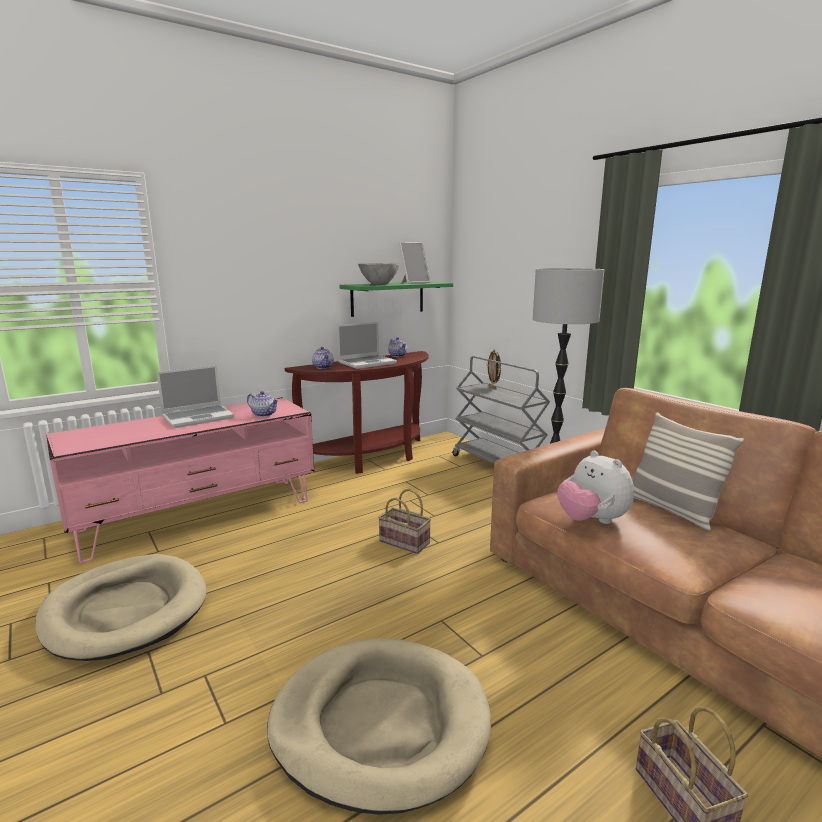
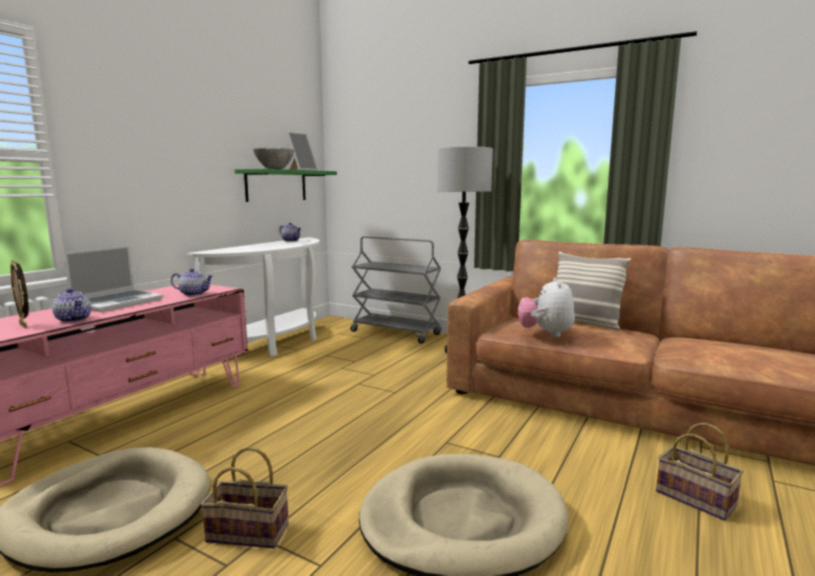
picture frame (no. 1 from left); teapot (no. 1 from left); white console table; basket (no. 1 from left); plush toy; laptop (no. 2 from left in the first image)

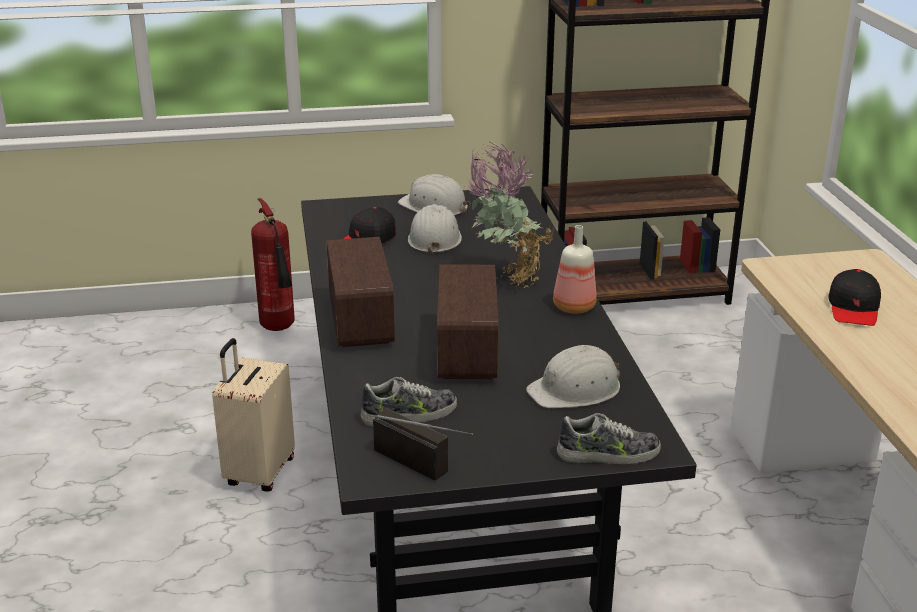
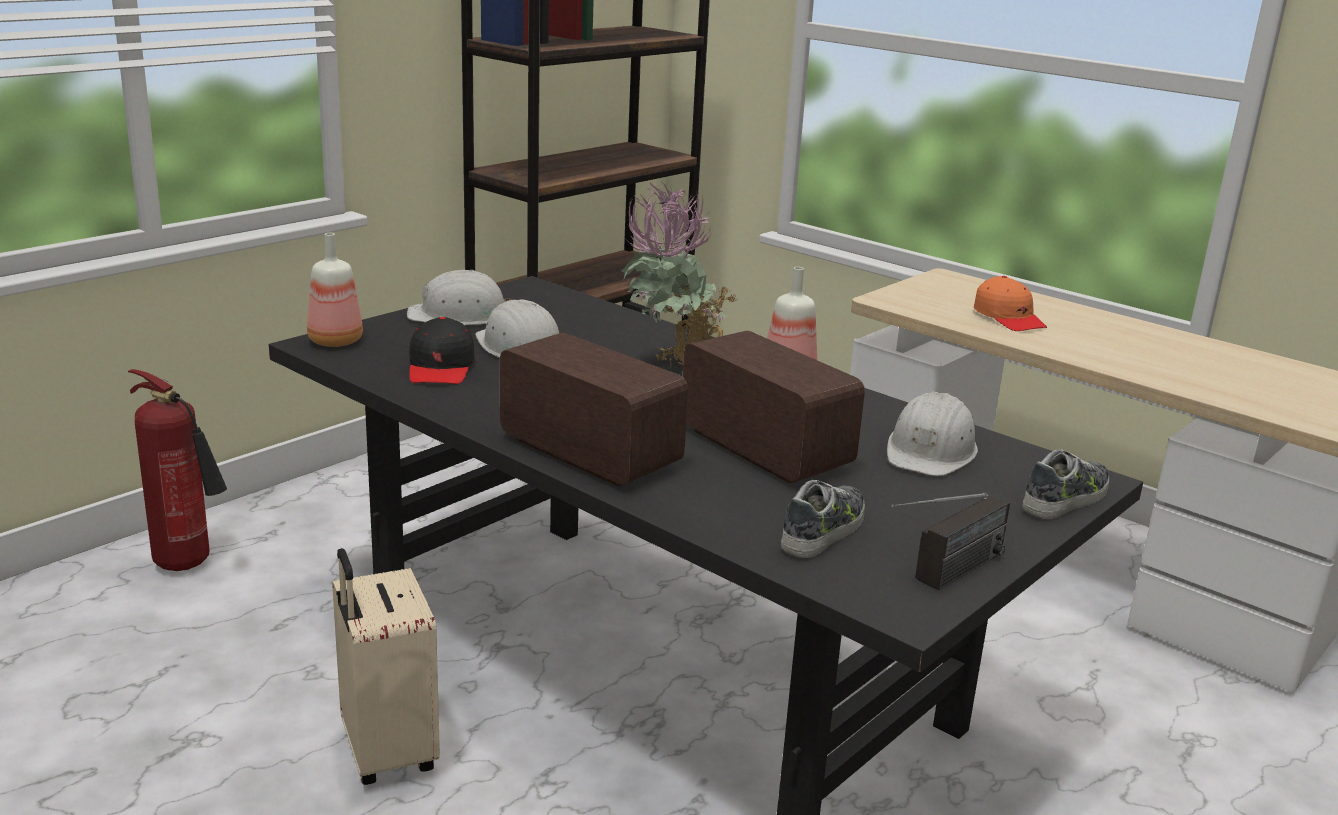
bottle (no. 1 from left); radio (no. 3 from left); orange cap

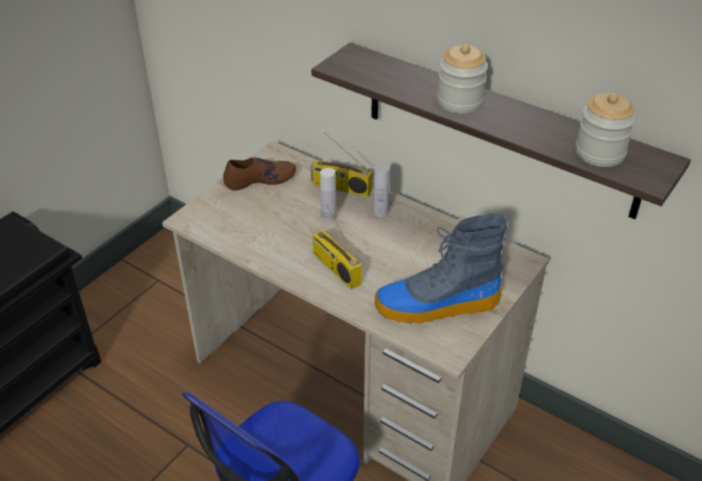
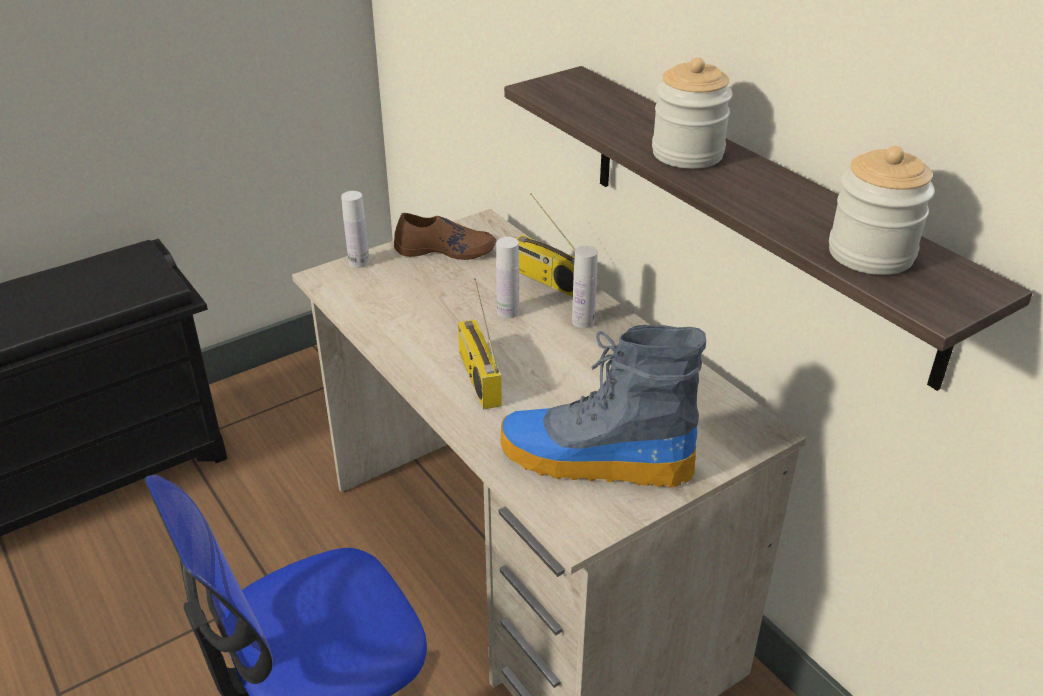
white bottle (no. 1 from left)

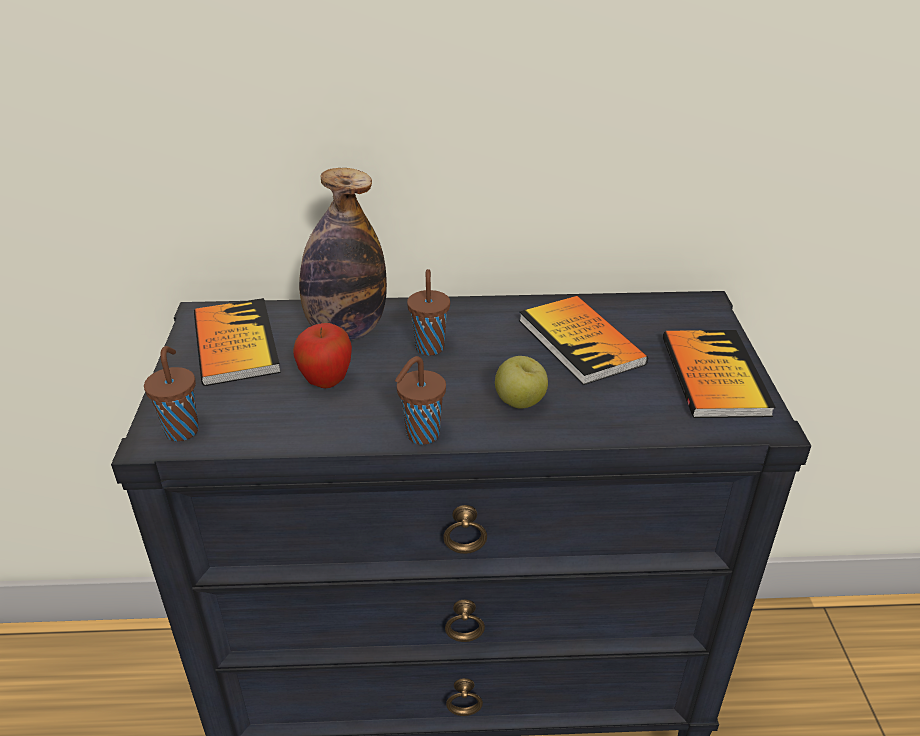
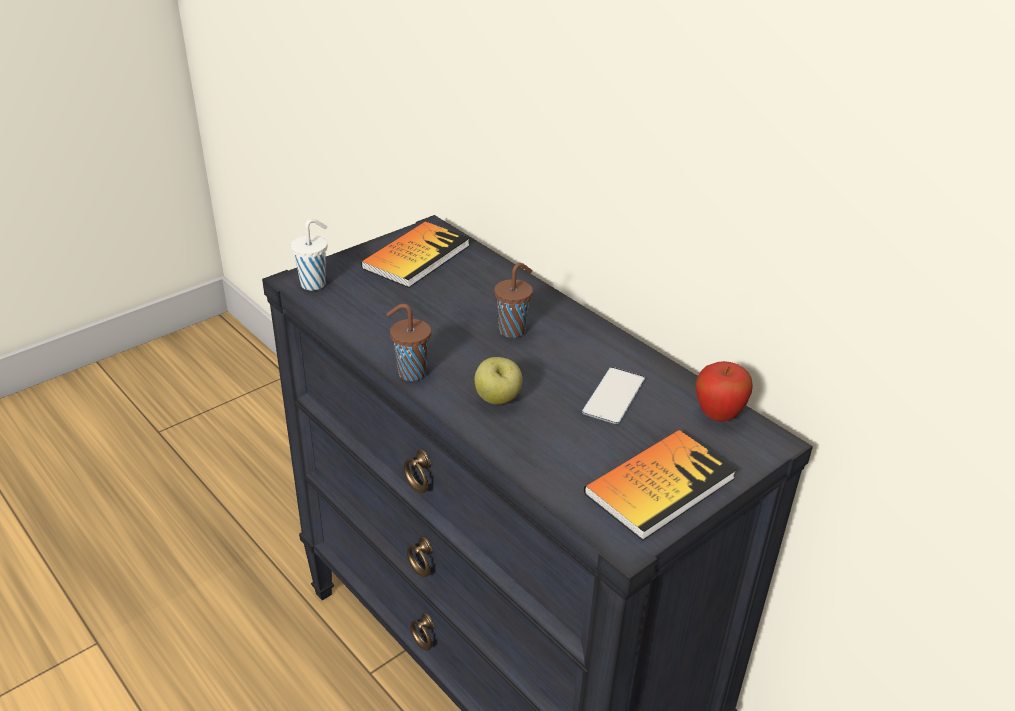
white cup; phone; apple (no. 2 from left); bottle

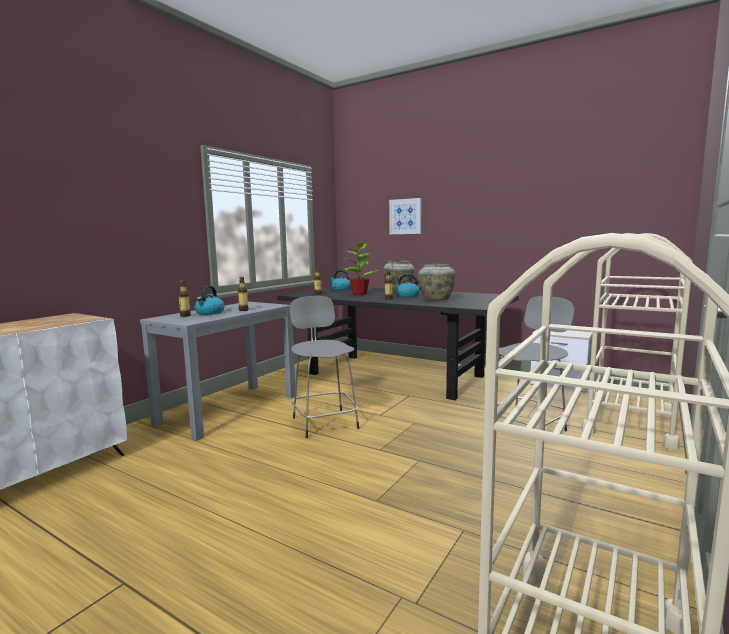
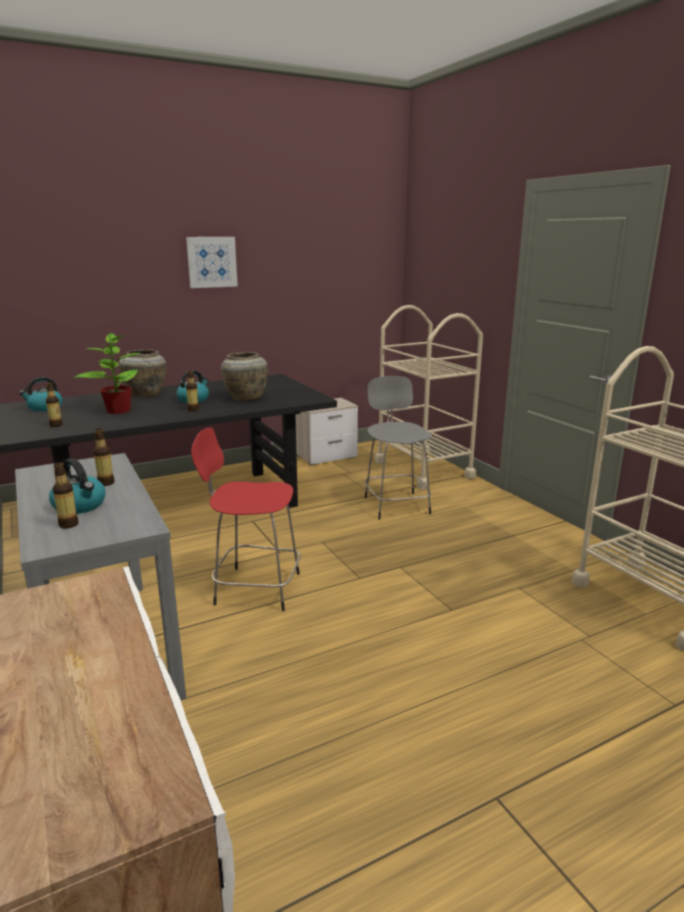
picture; red stool

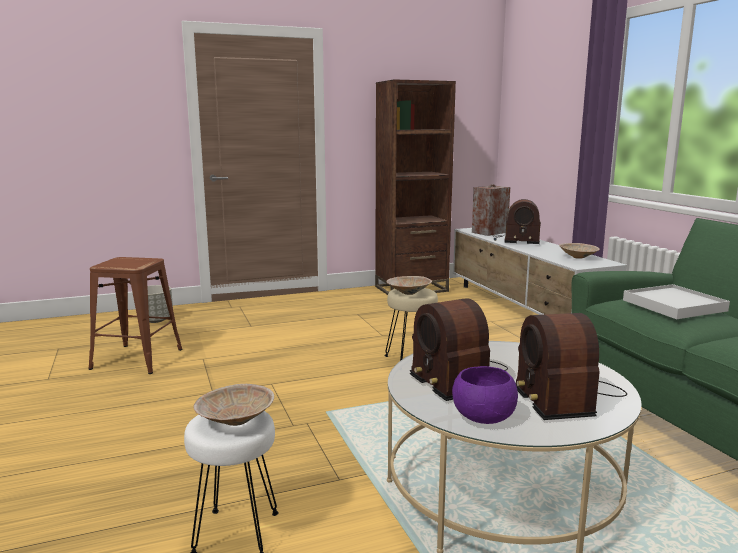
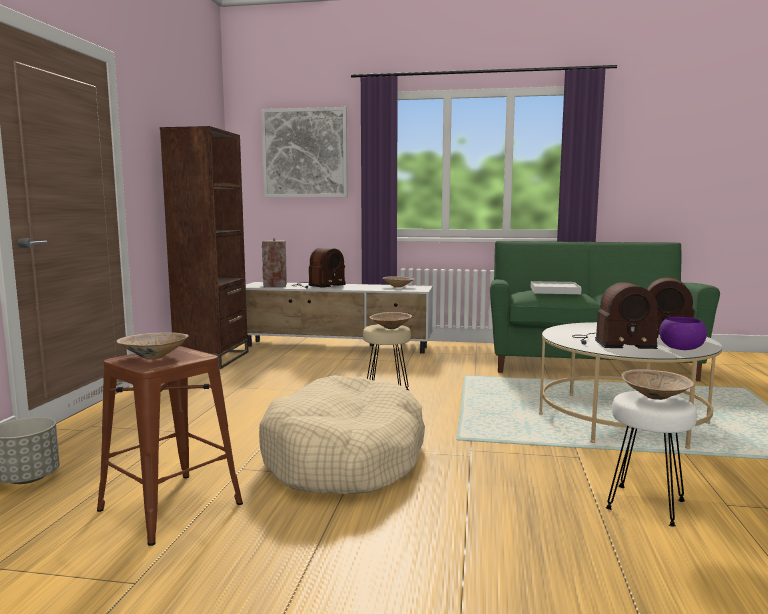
beige bowl (no. 1 from left); beige dog bed; picture

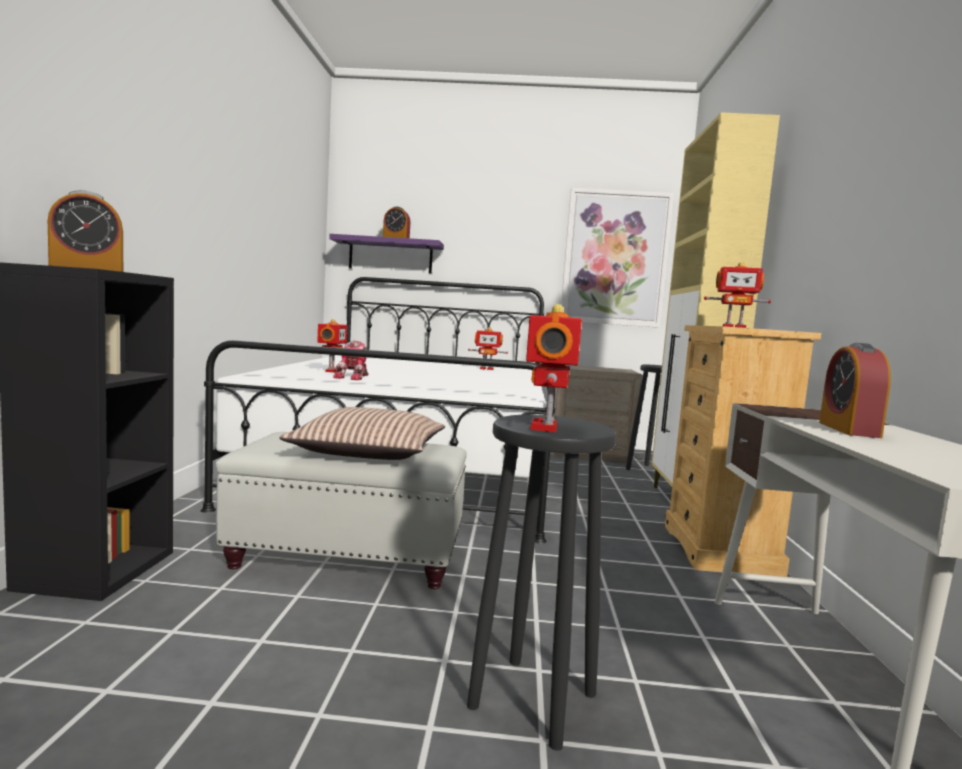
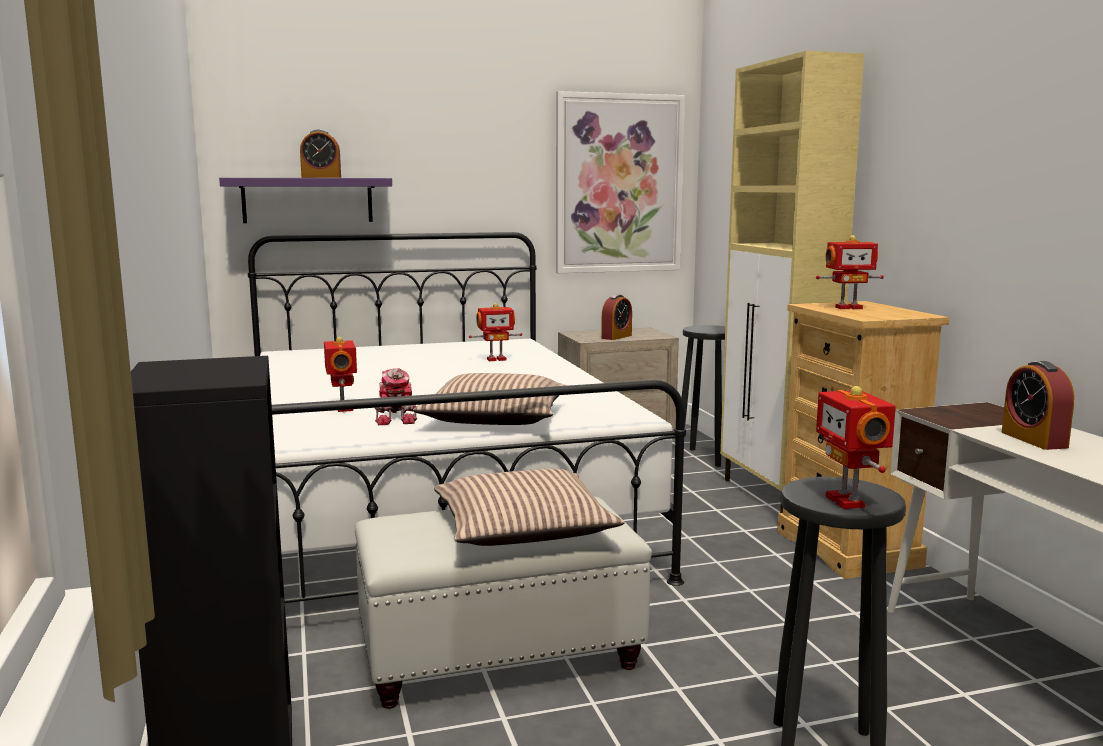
pillow (no. 1 from left); alarm clock (no. 2 from left)

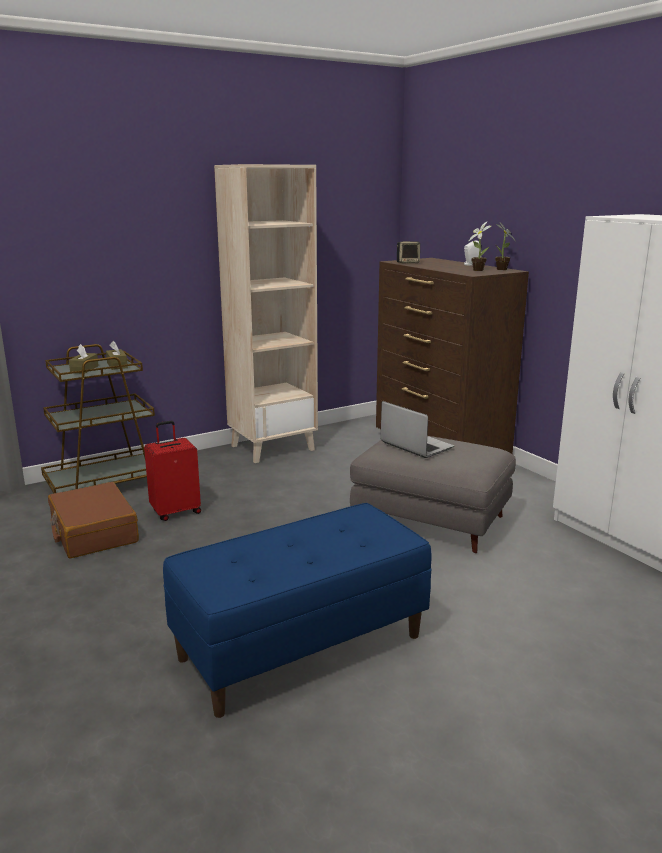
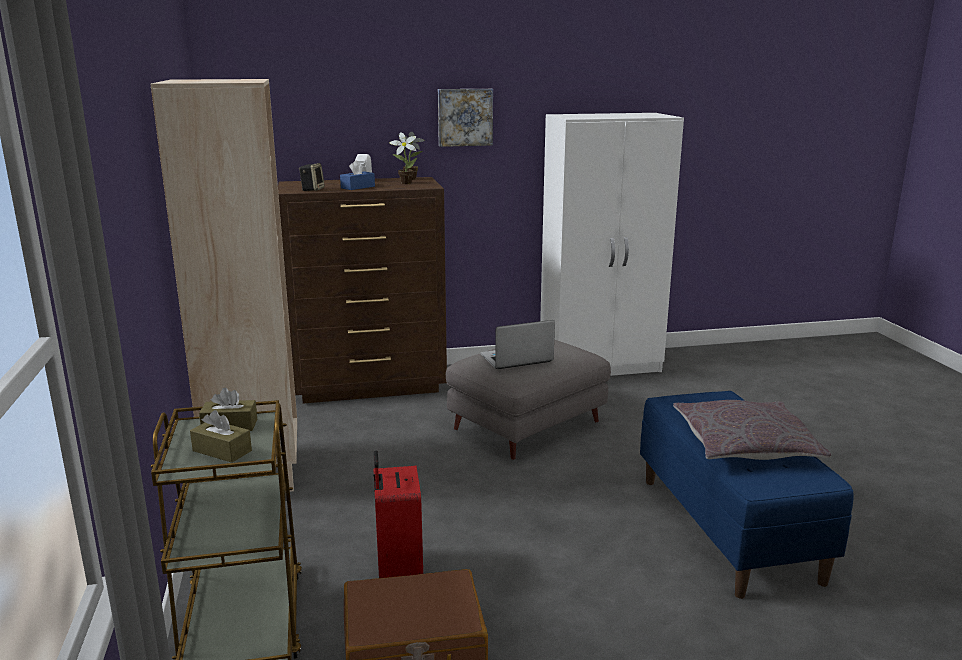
blue tissue box; picture; grey pillow

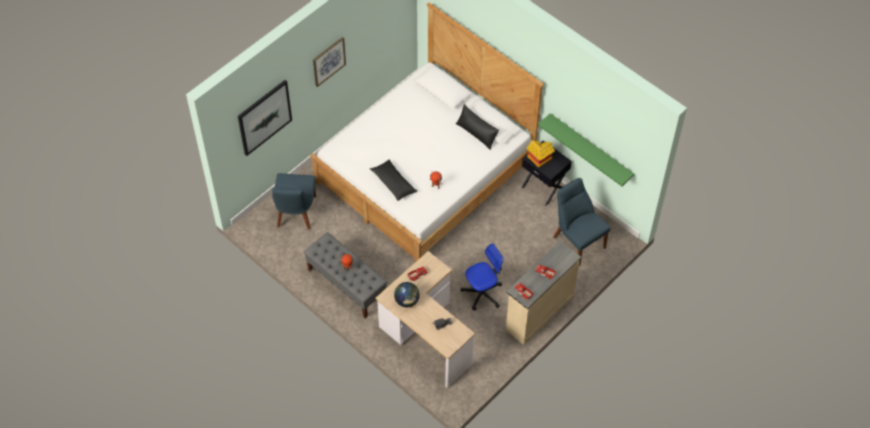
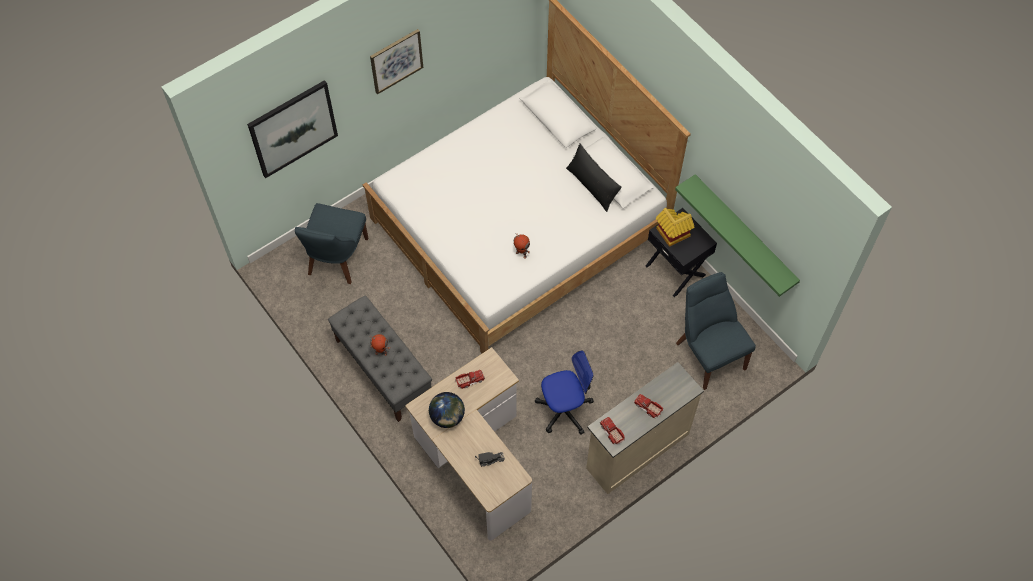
black pillow (no. 1 from left in the first image)

